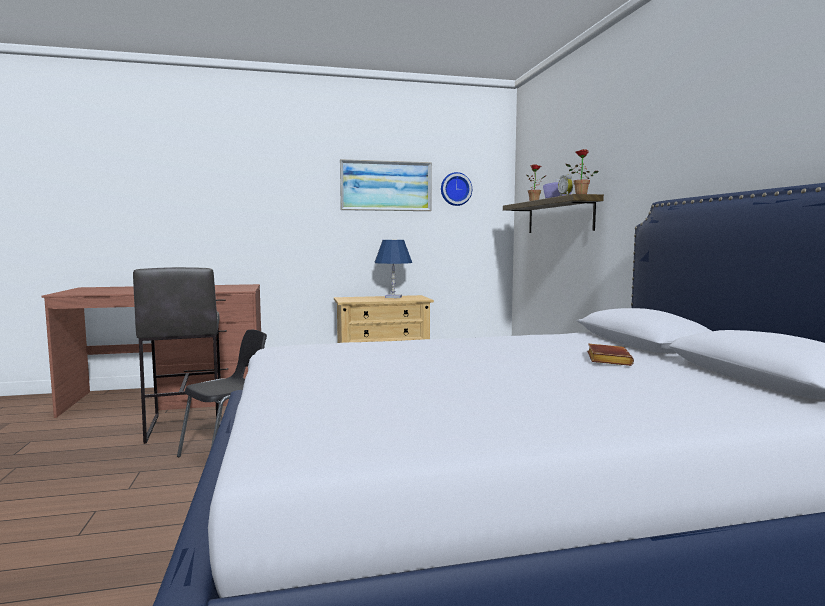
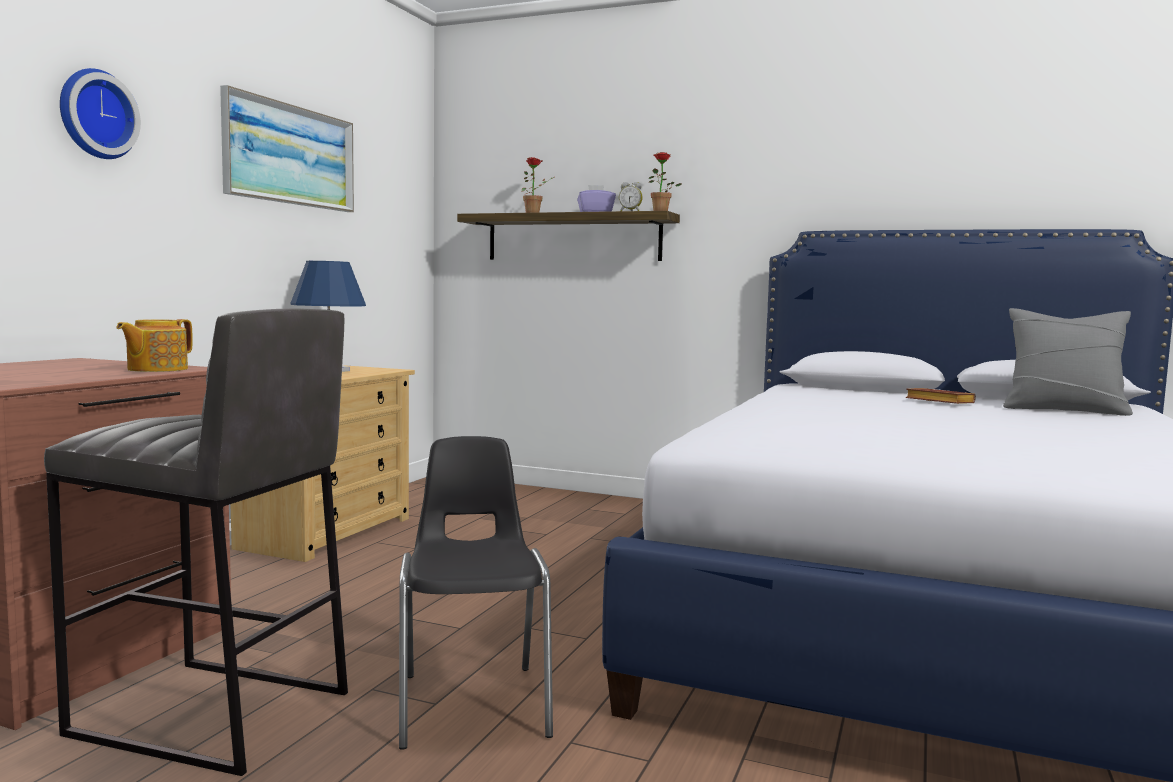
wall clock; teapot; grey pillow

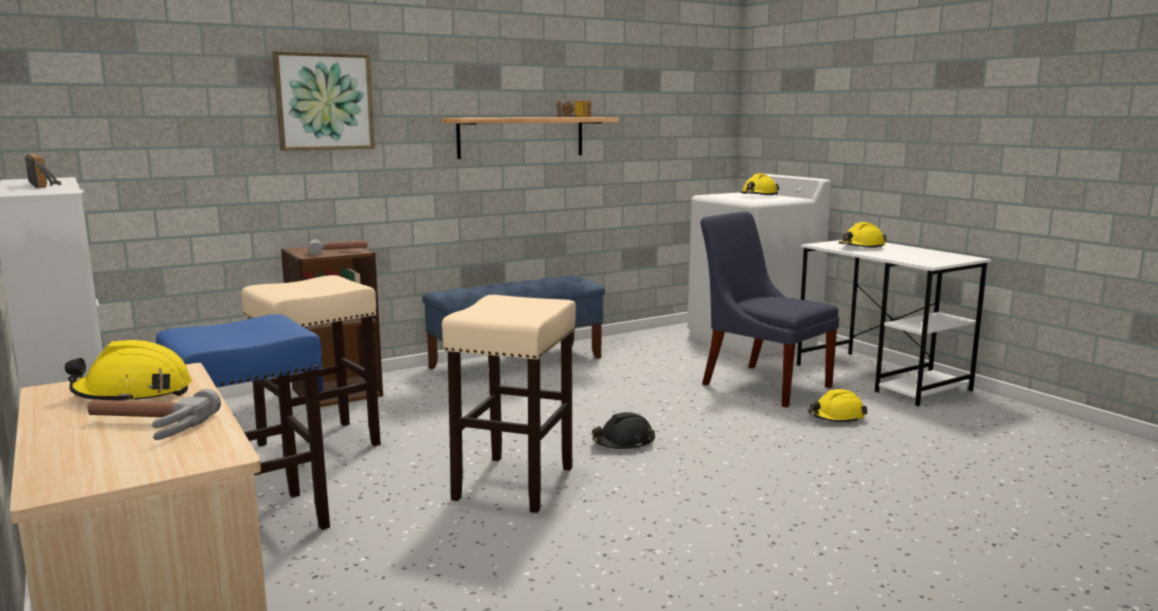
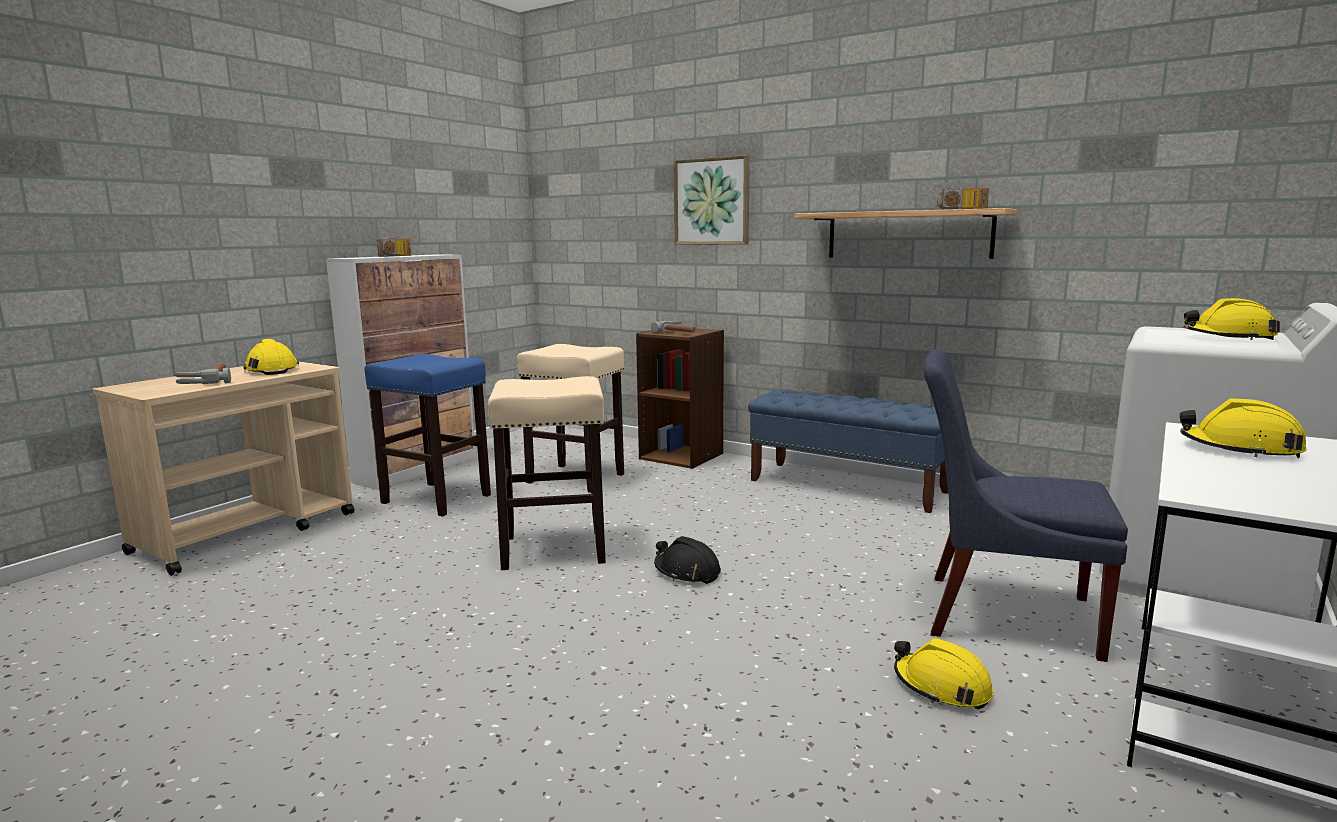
blue chair

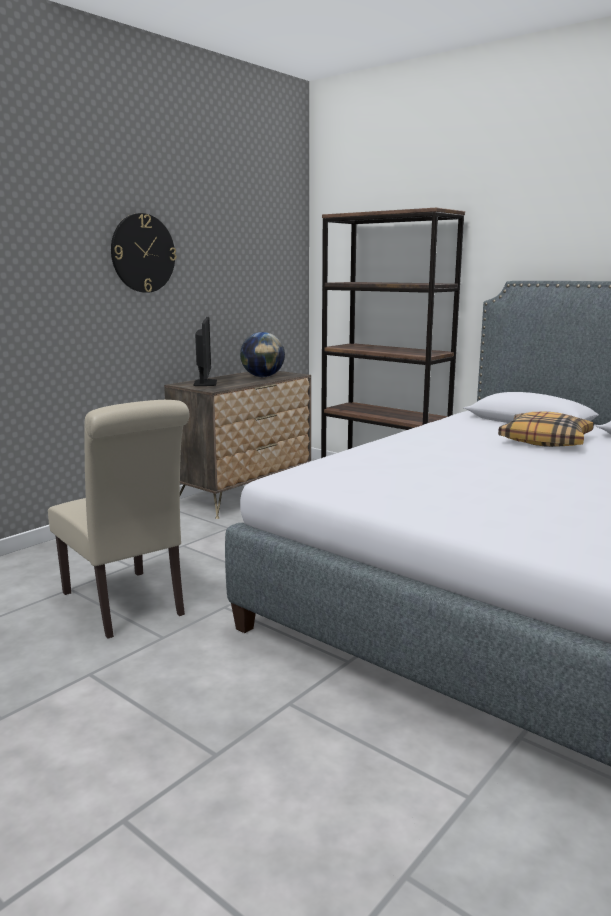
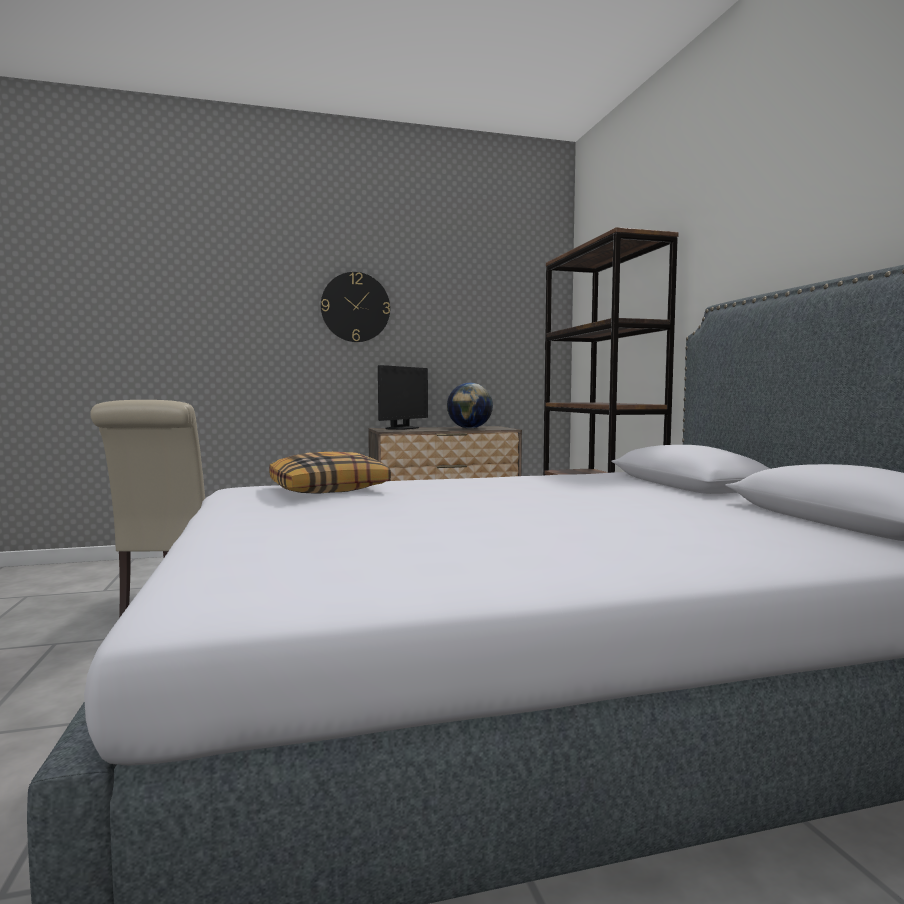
pillow

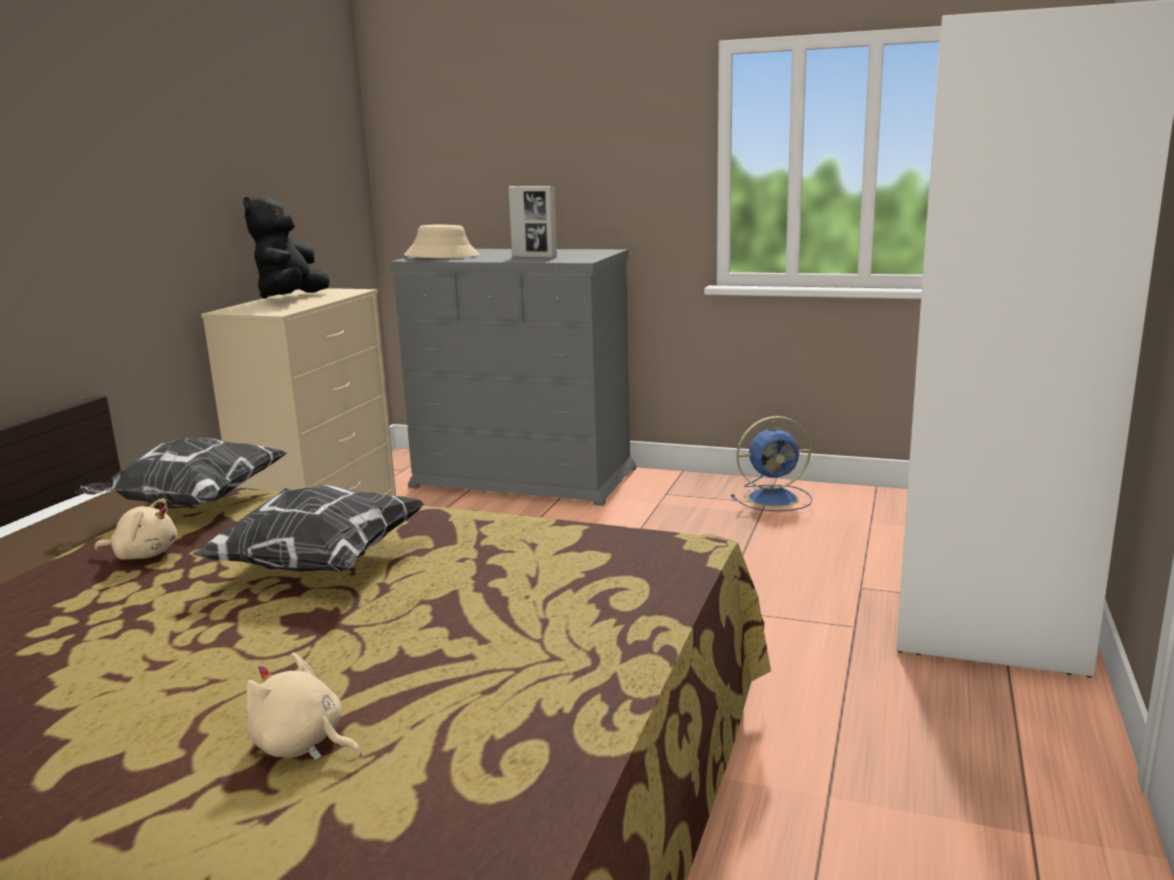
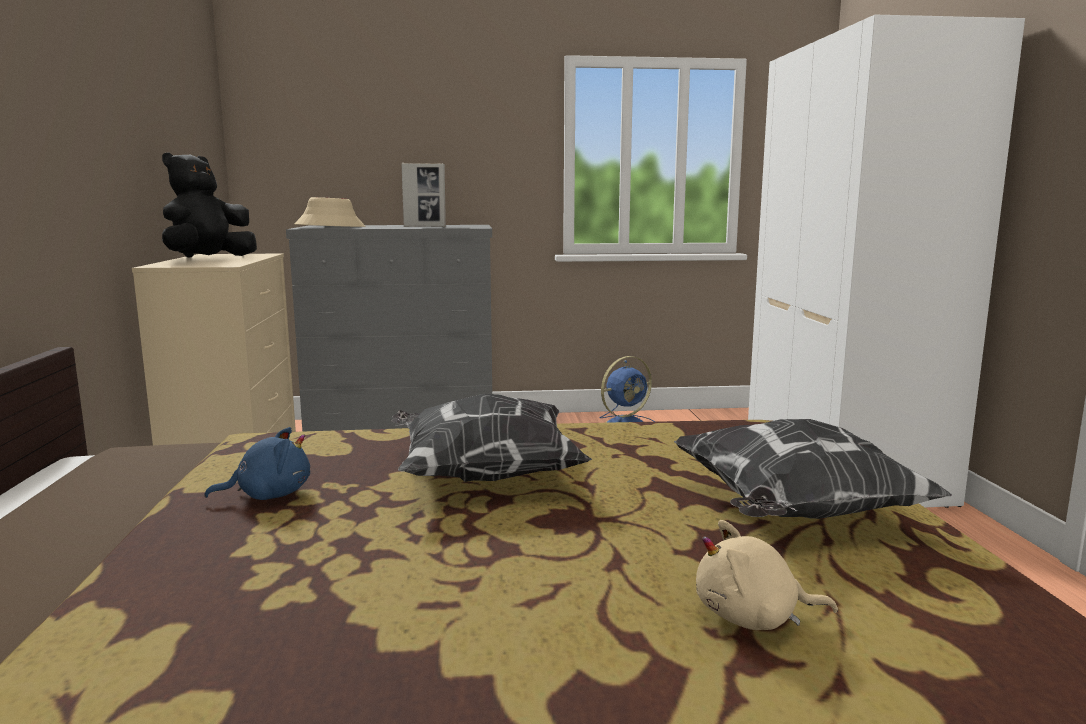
black plush toy; blue plush toy; pillow (no. 2 from left)

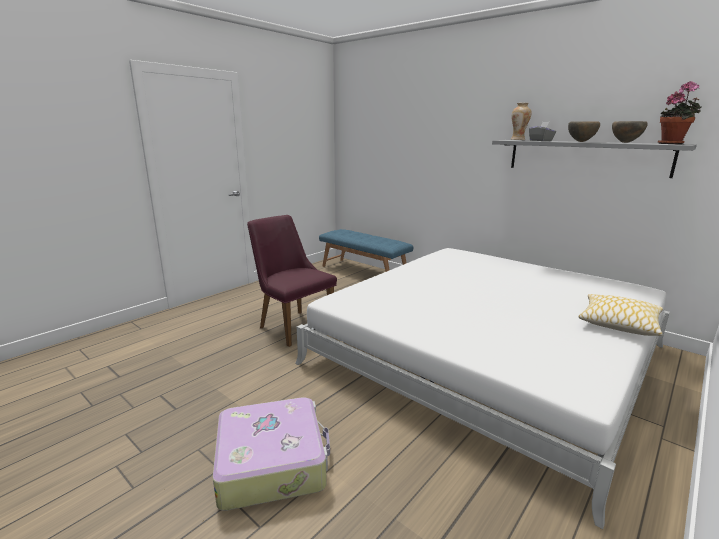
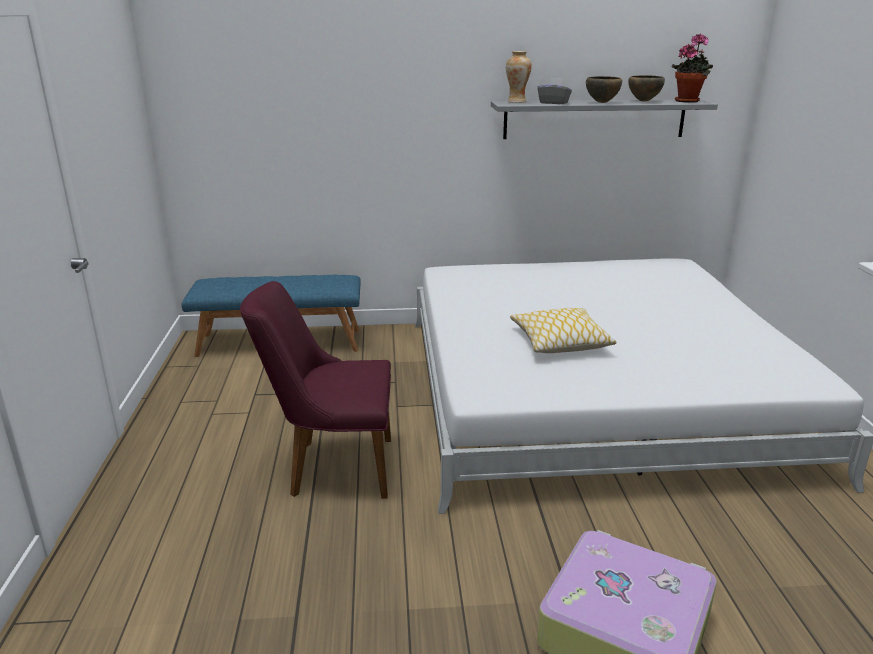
pillow

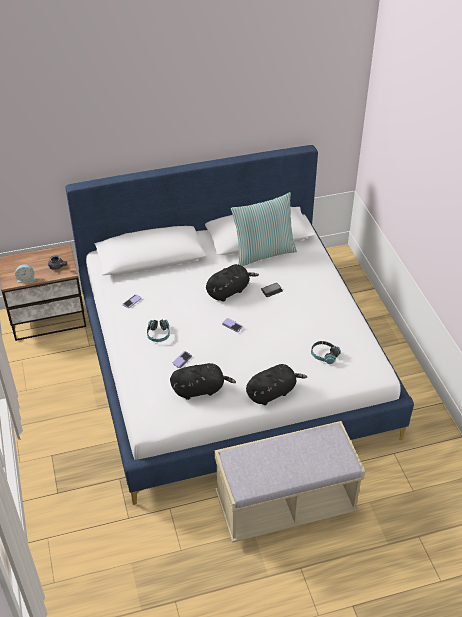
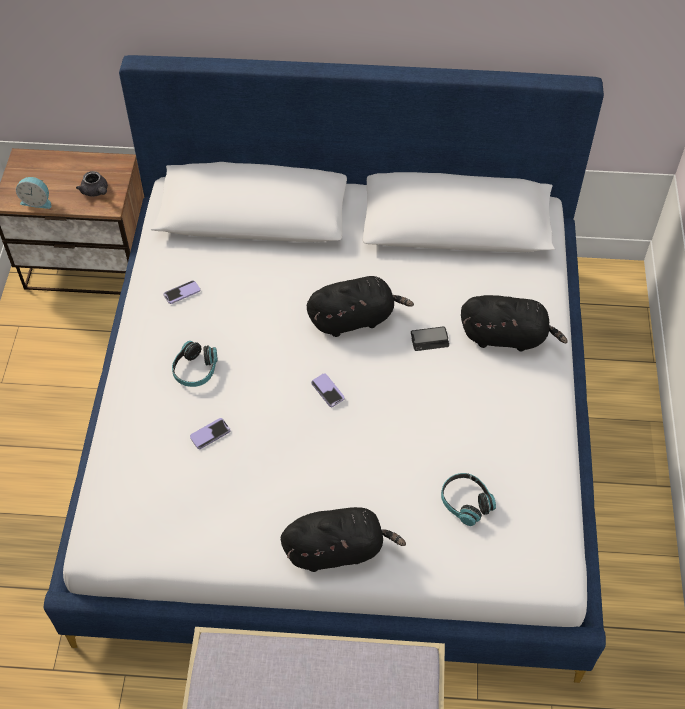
black plush toy (no. 3 from left); pillow

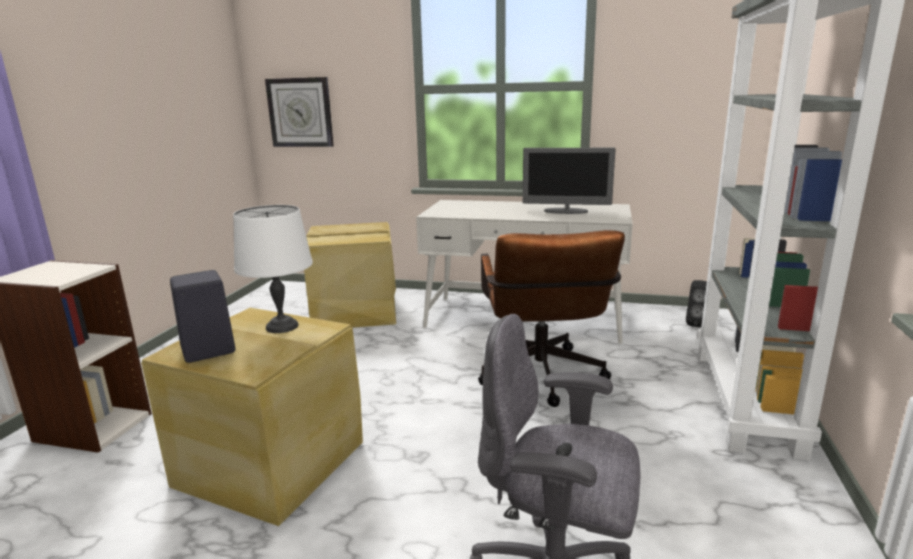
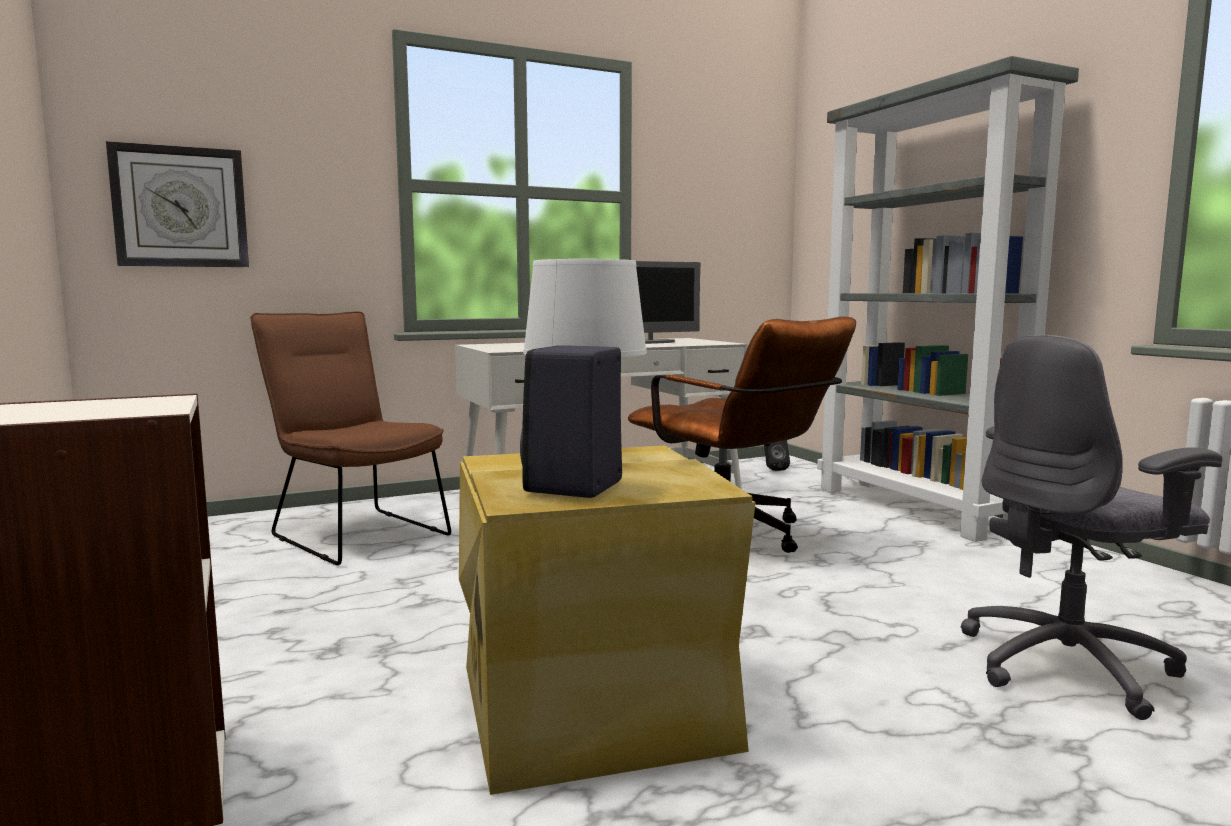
brown chair

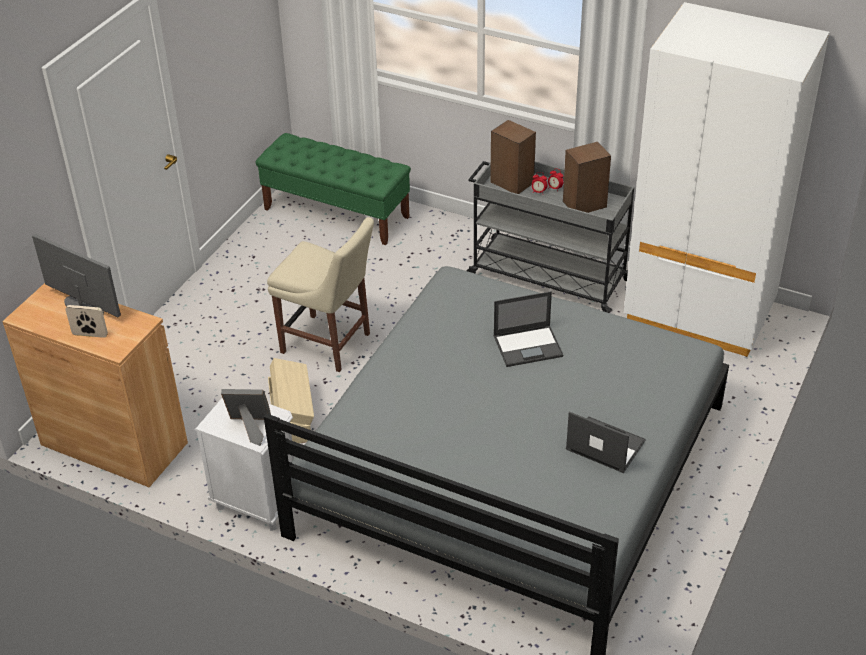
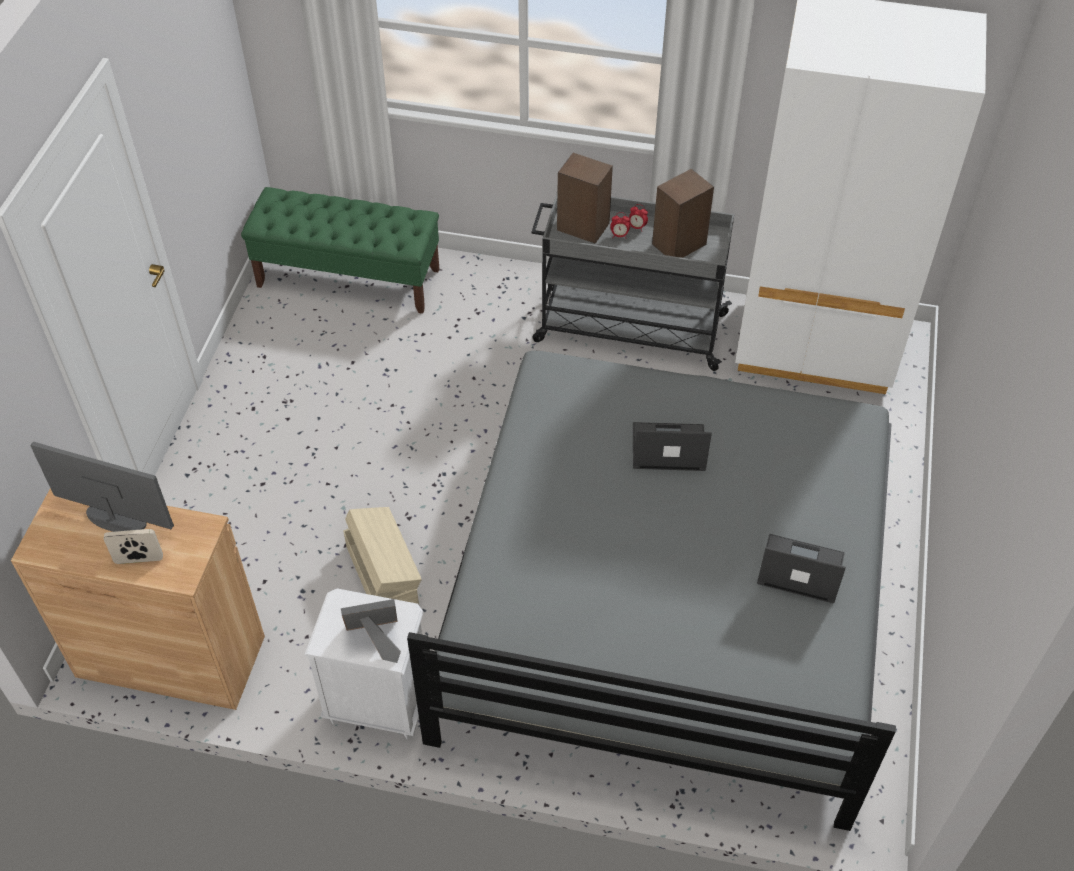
laptop (no. 1 from left); beige chair

